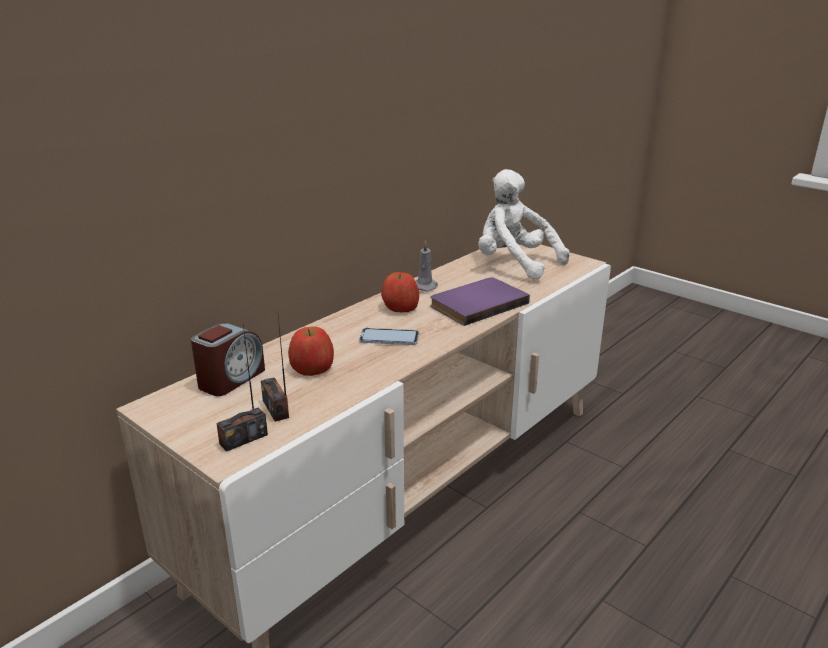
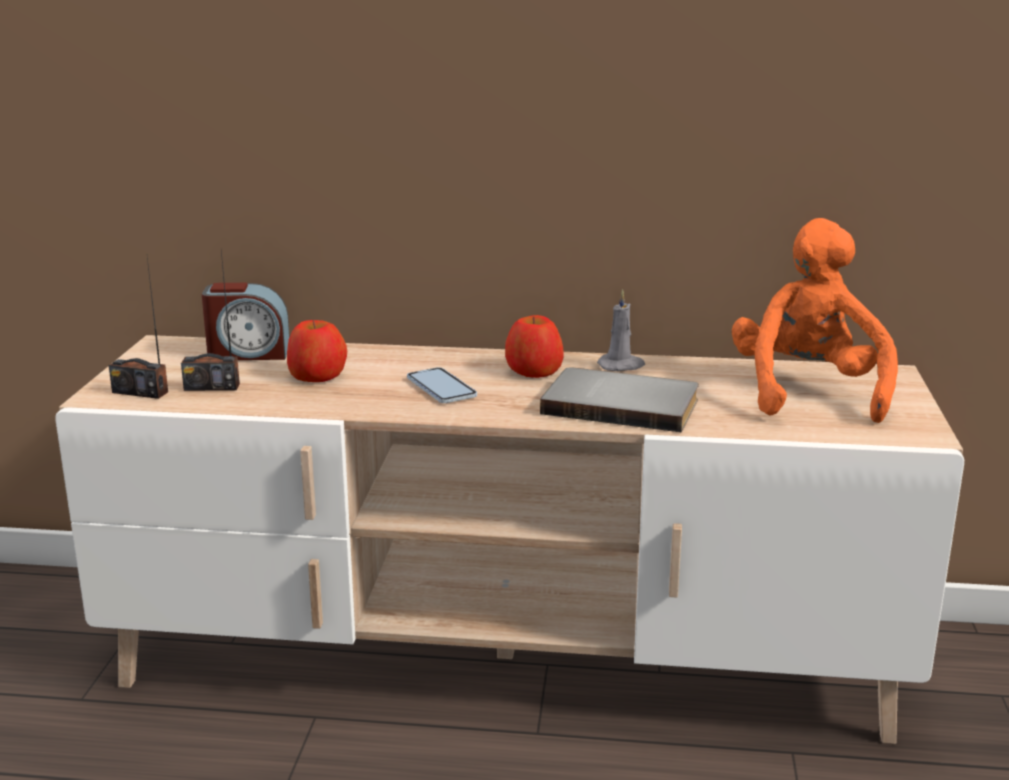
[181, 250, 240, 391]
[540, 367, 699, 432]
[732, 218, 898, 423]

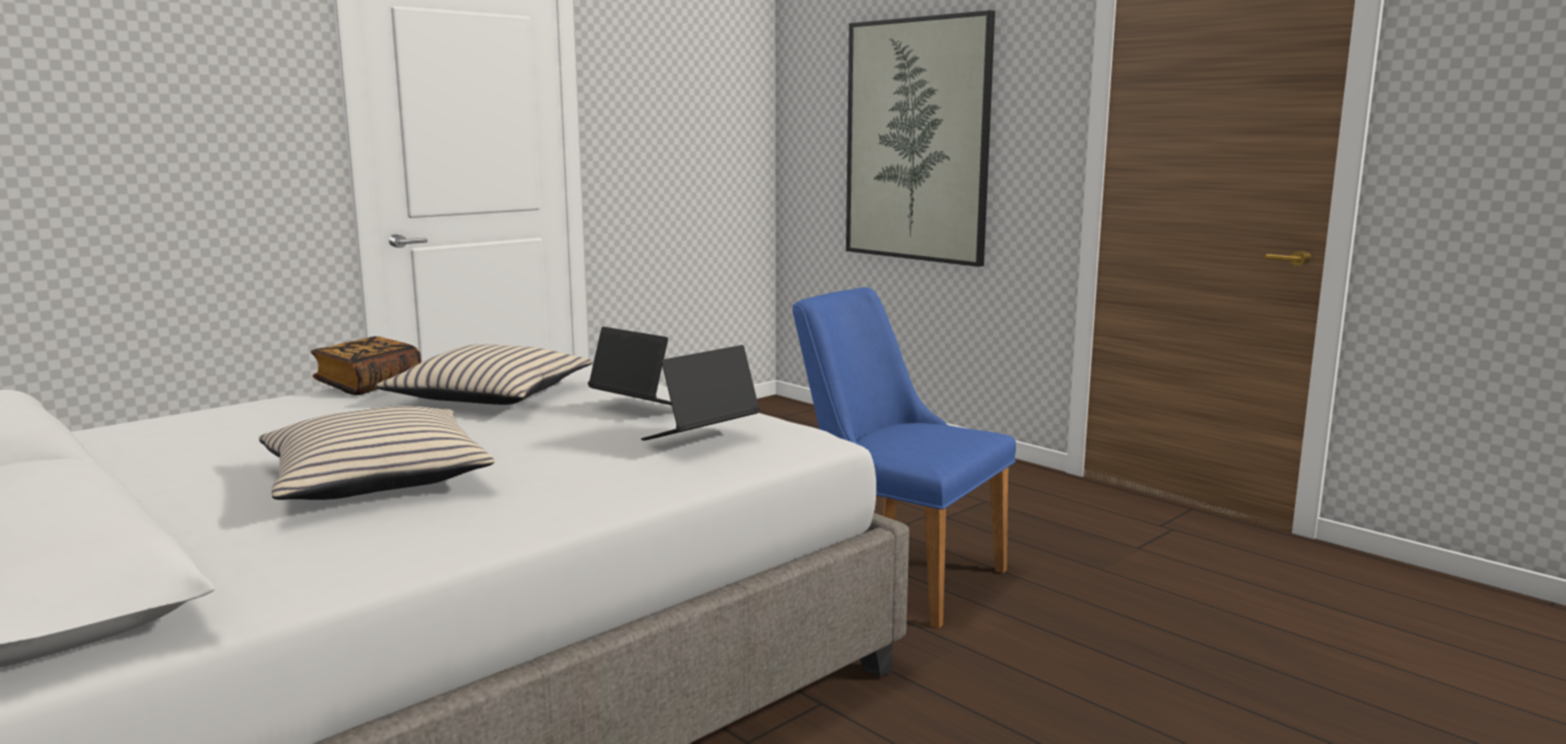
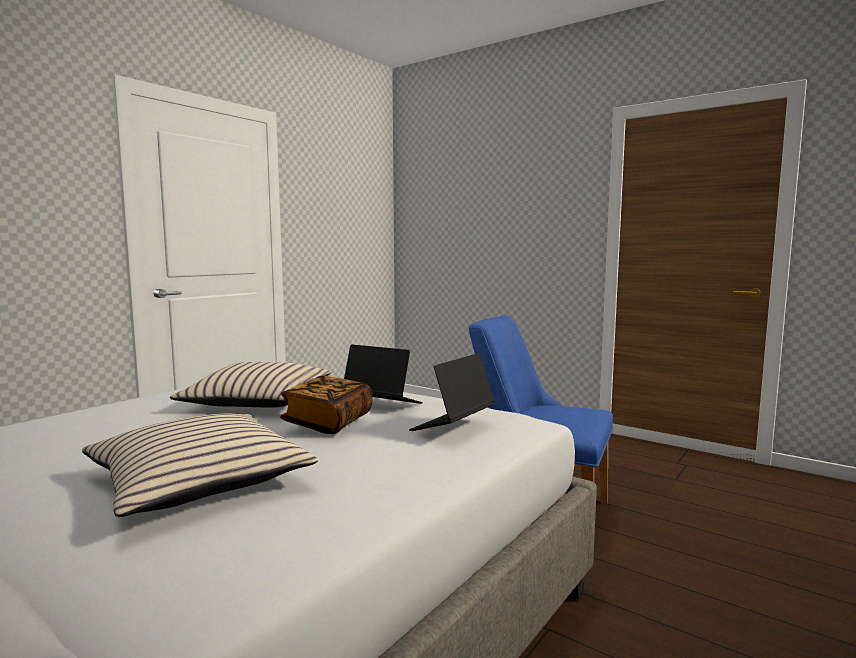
[280, 376, 372, 434]
[846, 10, 995, 267] (first image)

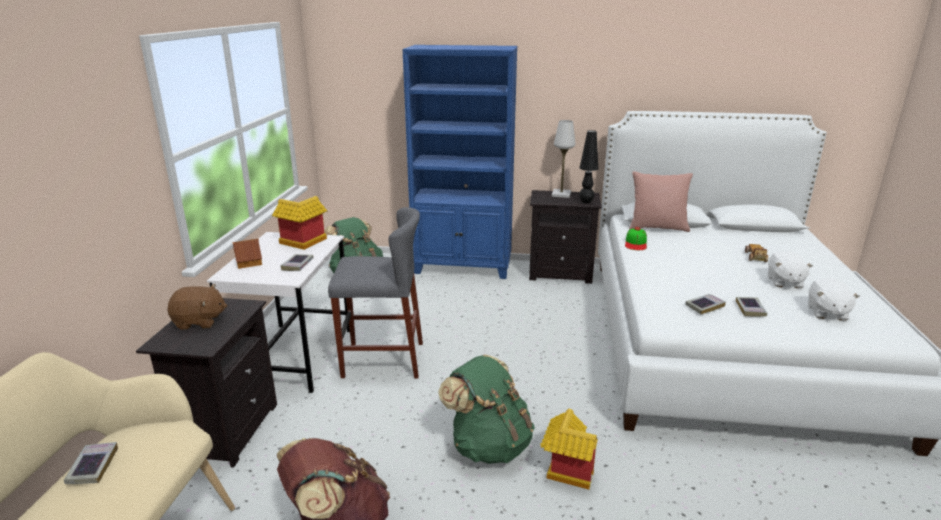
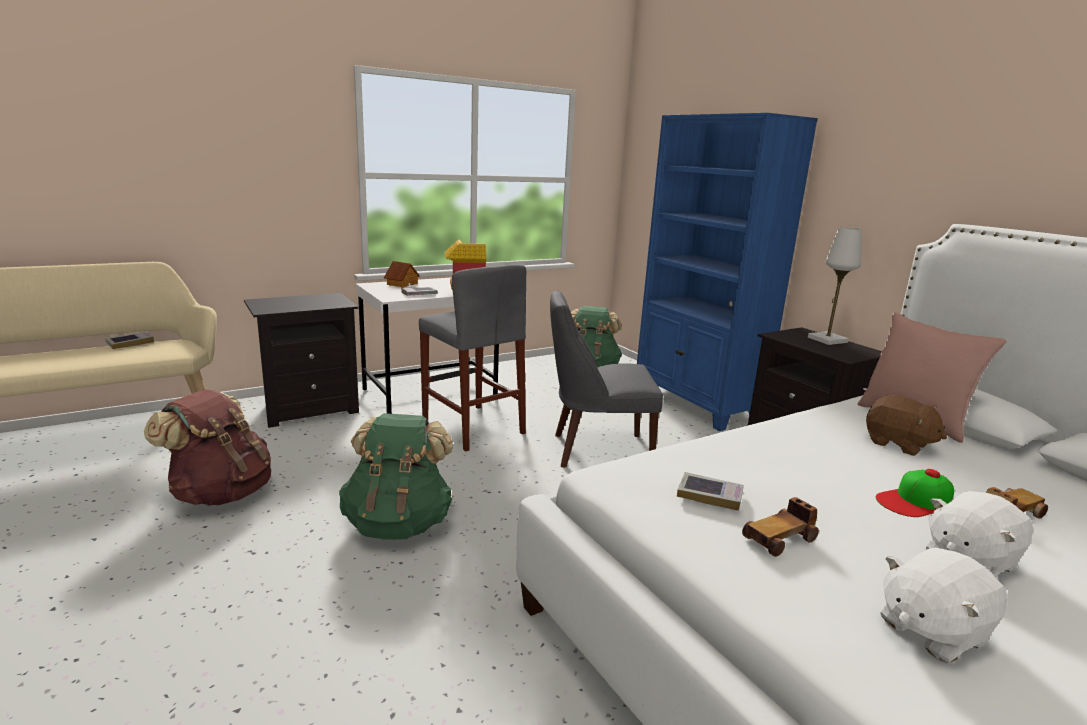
[550, 291, 663, 467]
[742, 497, 819, 557]
[866, 395, 947, 456]
[876, 469, 954, 517]
[541, 409, 598, 490] (first image)
[579, 130, 598, 204] (first image)

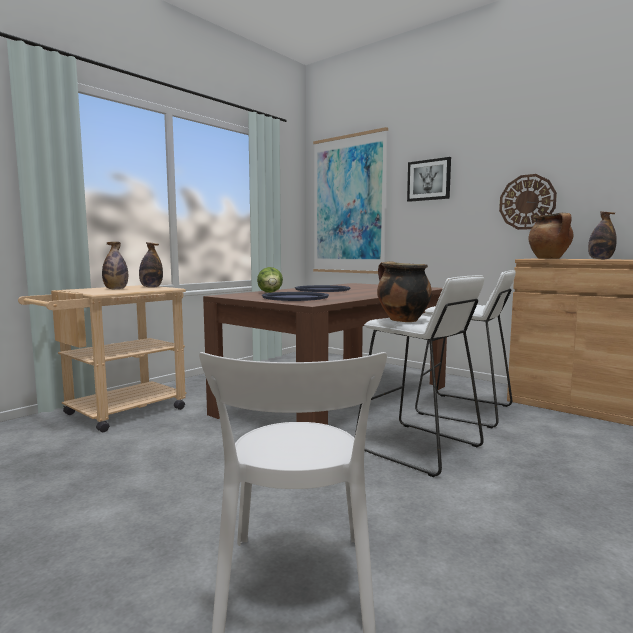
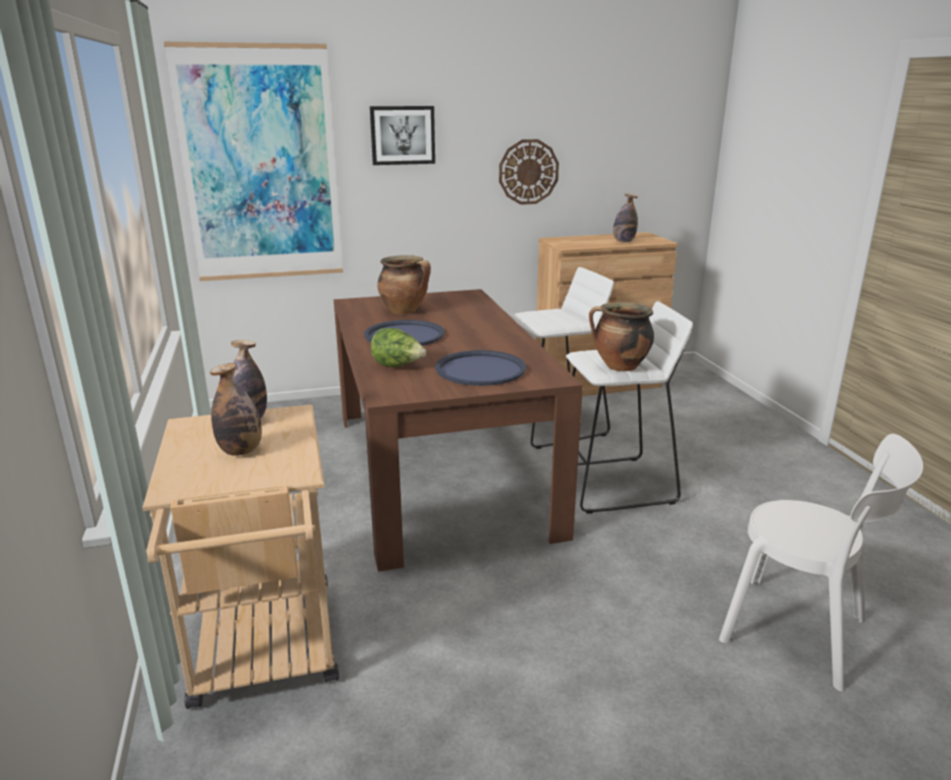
[377, 255, 431, 314]

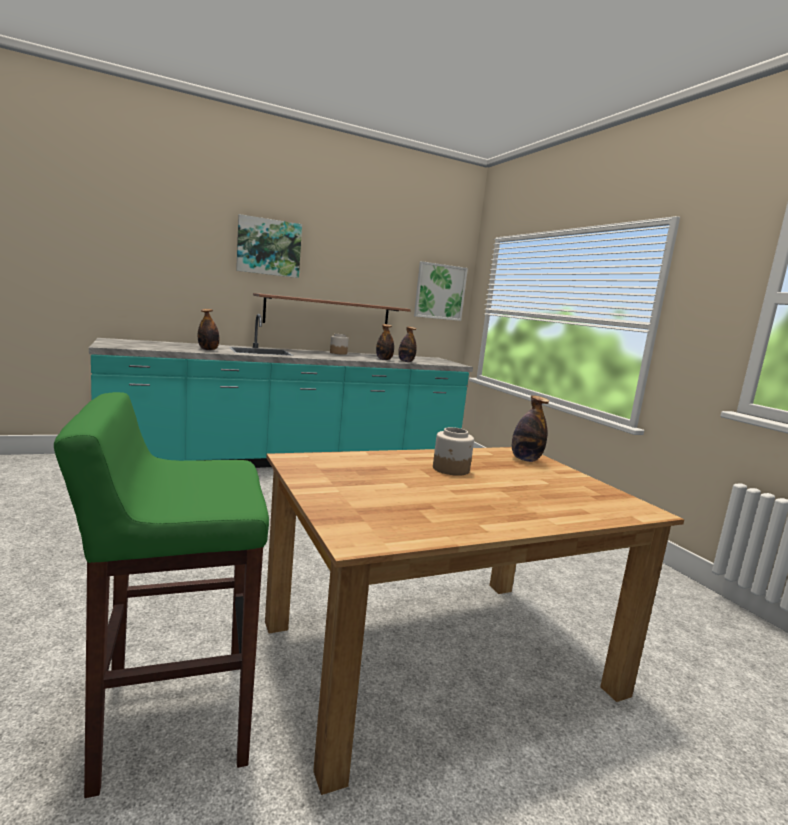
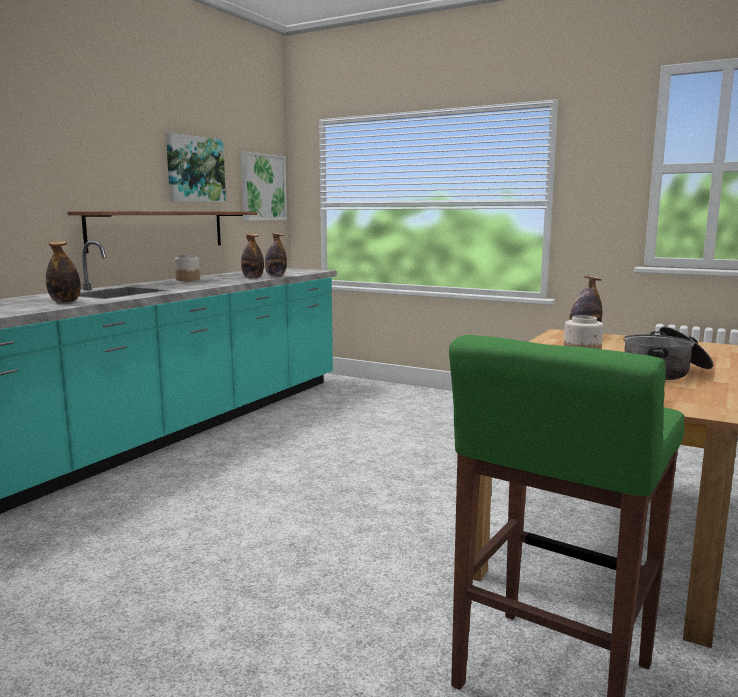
[166, 132, 226, 202]
[623, 327, 714, 380]

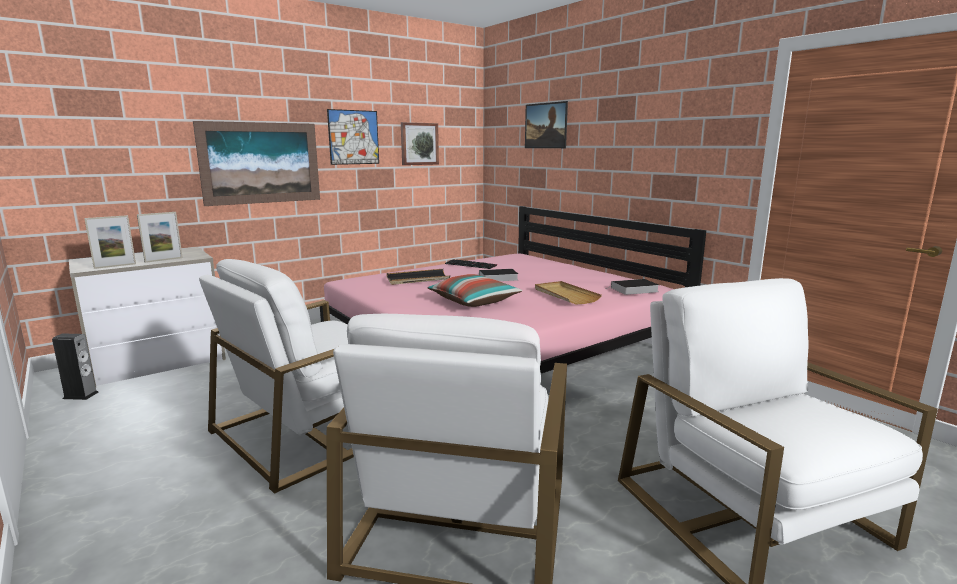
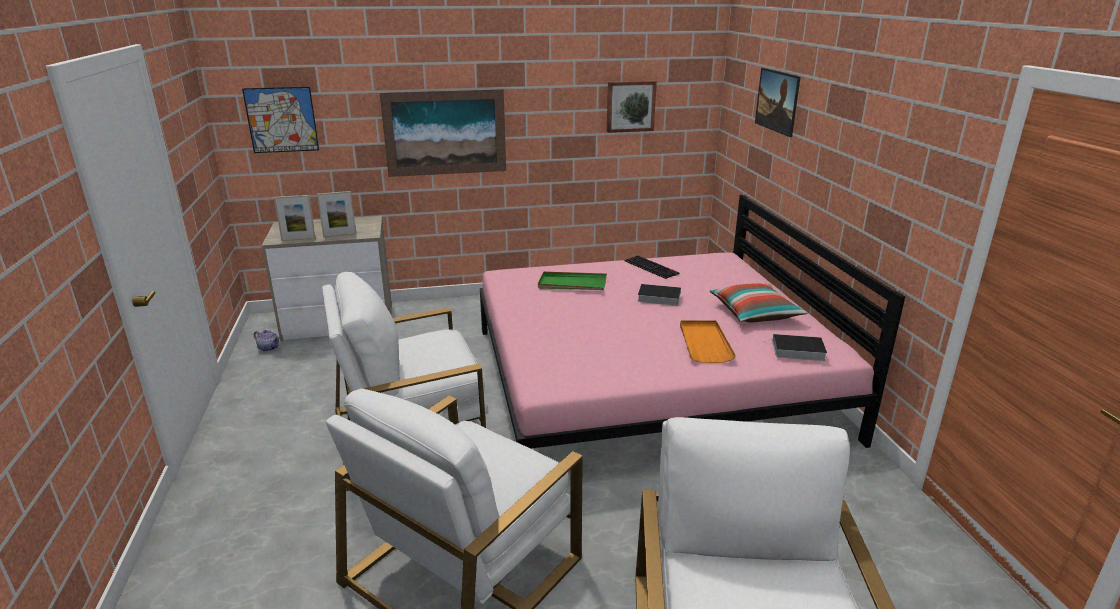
[242, 87, 319, 153]
[254, 330, 279, 352]
[538, 272, 607, 290]
[680, 320, 736, 363]
[710, 283, 808, 322]

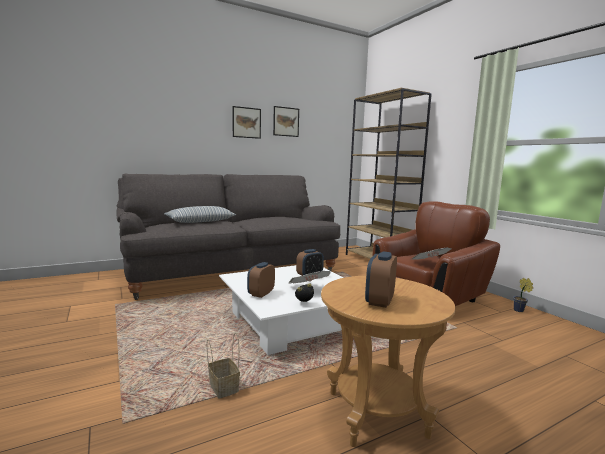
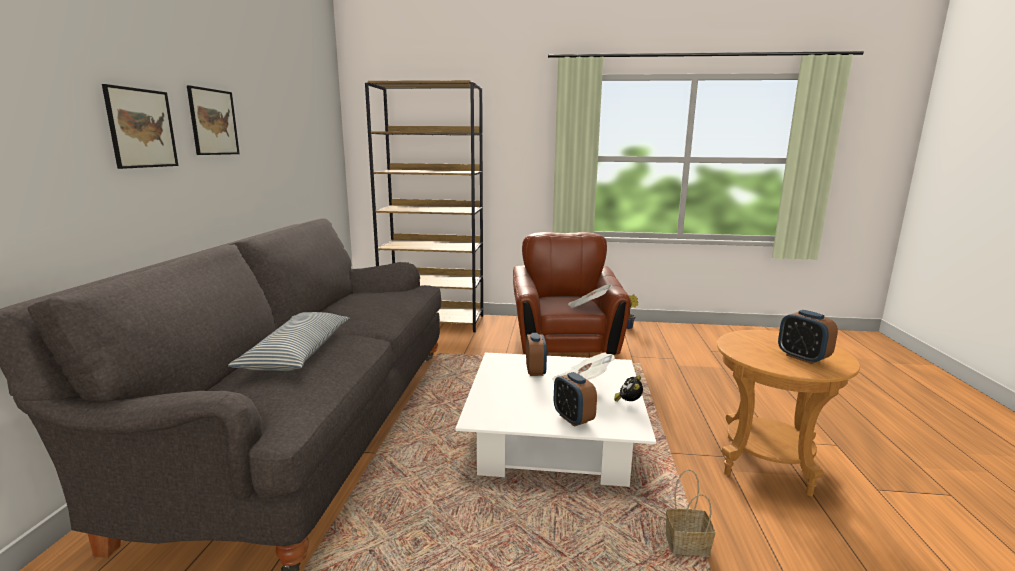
[102, 84, 179, 169]

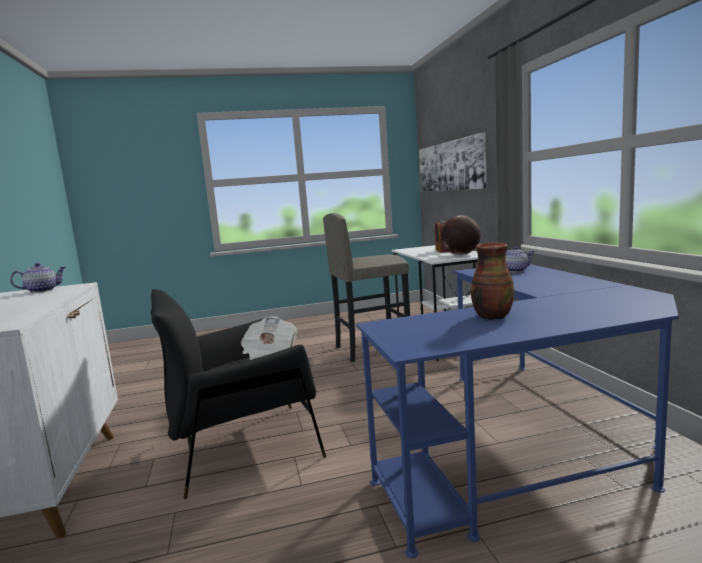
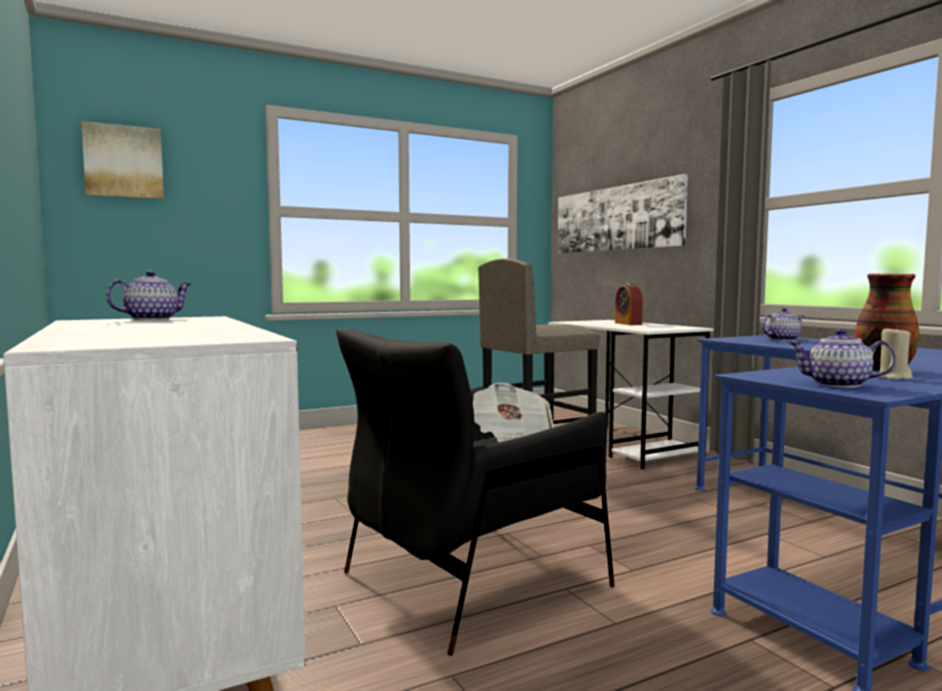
[81, 121, 164, 199]
[788, 329, 896, 388]
[878, 326, 913, 380]
[441, 215, 481, 255] (first image)

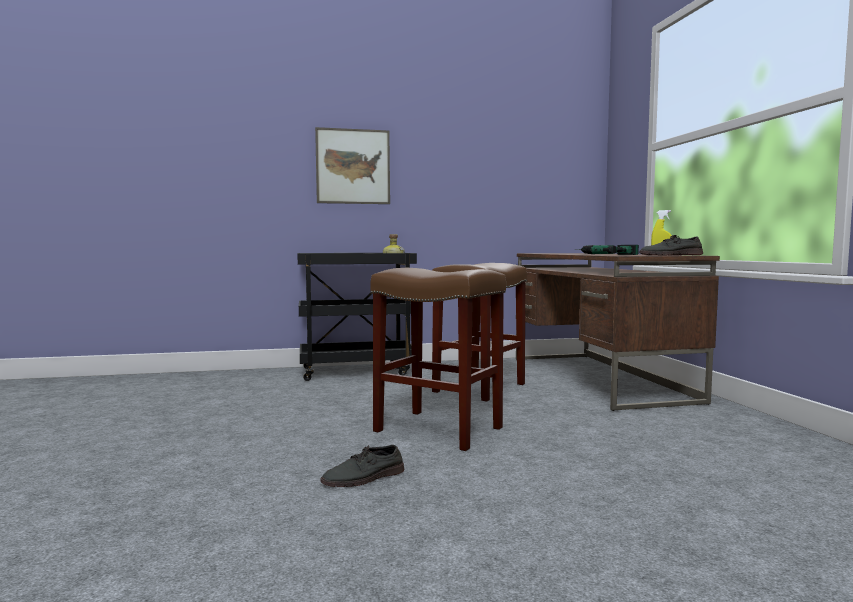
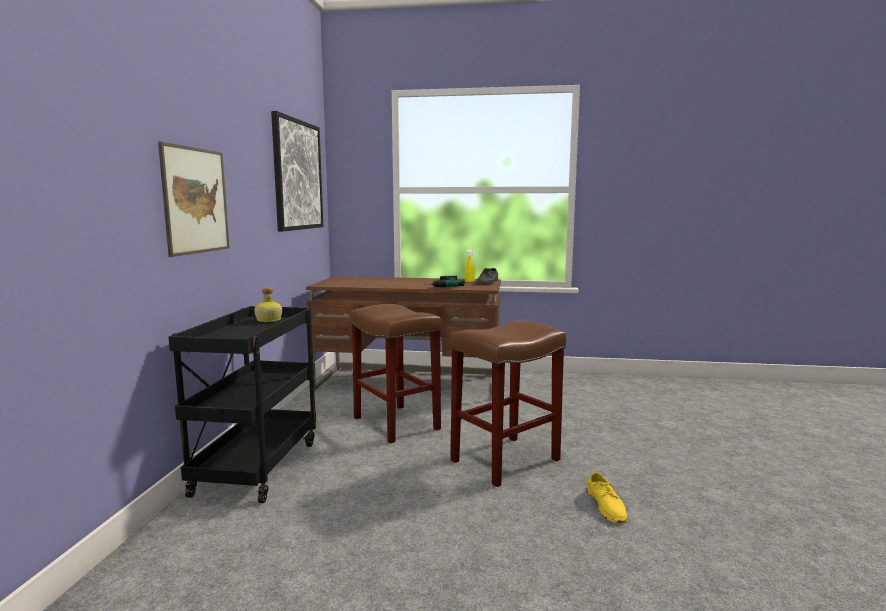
[271, 111, 323, 232]
[587, 472, 627, 523]

